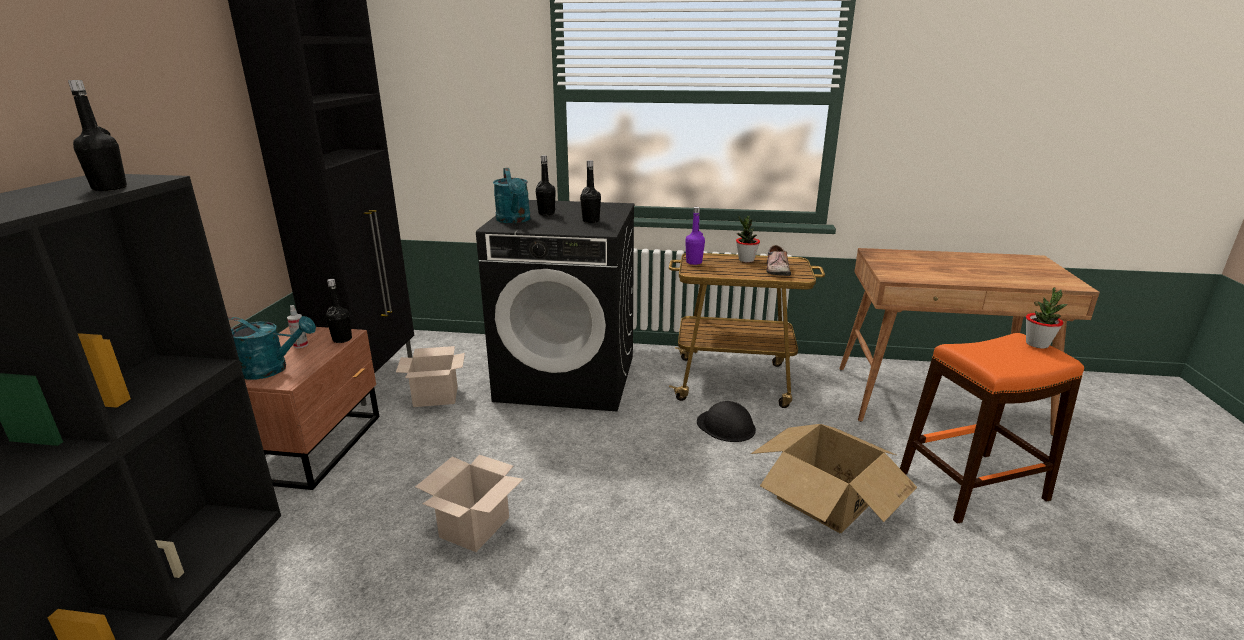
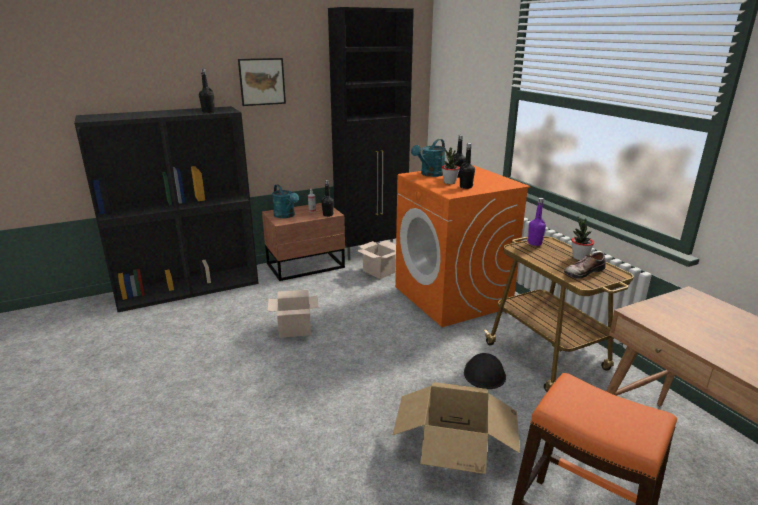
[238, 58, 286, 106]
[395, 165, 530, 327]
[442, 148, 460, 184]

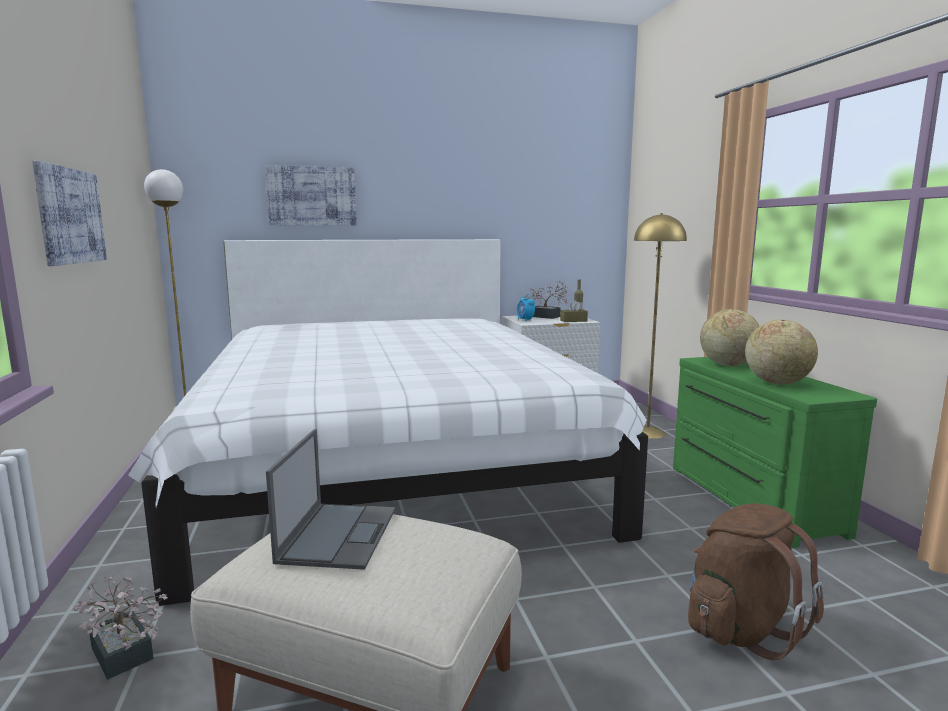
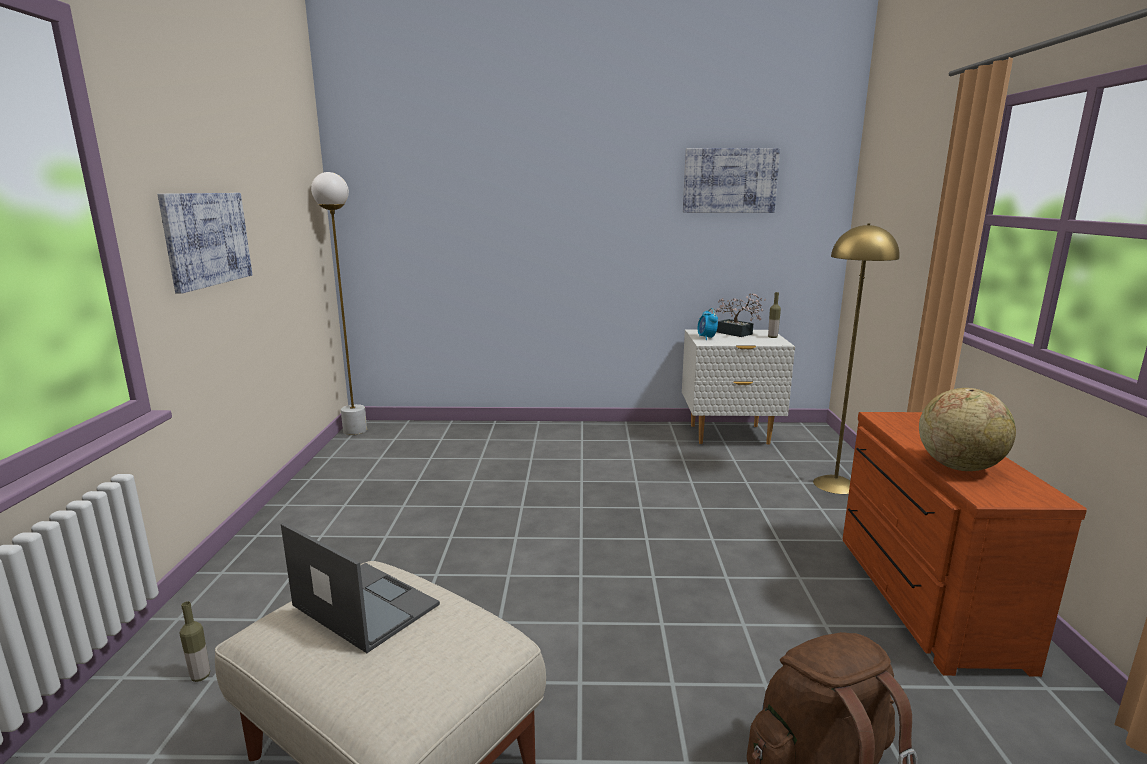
[180, 601, 210, 682]
[281, 523, 440, 653]
[683, 148, 780, 213]
[842, 412, 1087, 677]
[128, 239, 648, 606] (first image)
[560, 300, 588, 322] (first image)
[700, 309, 759, 366] (first image)

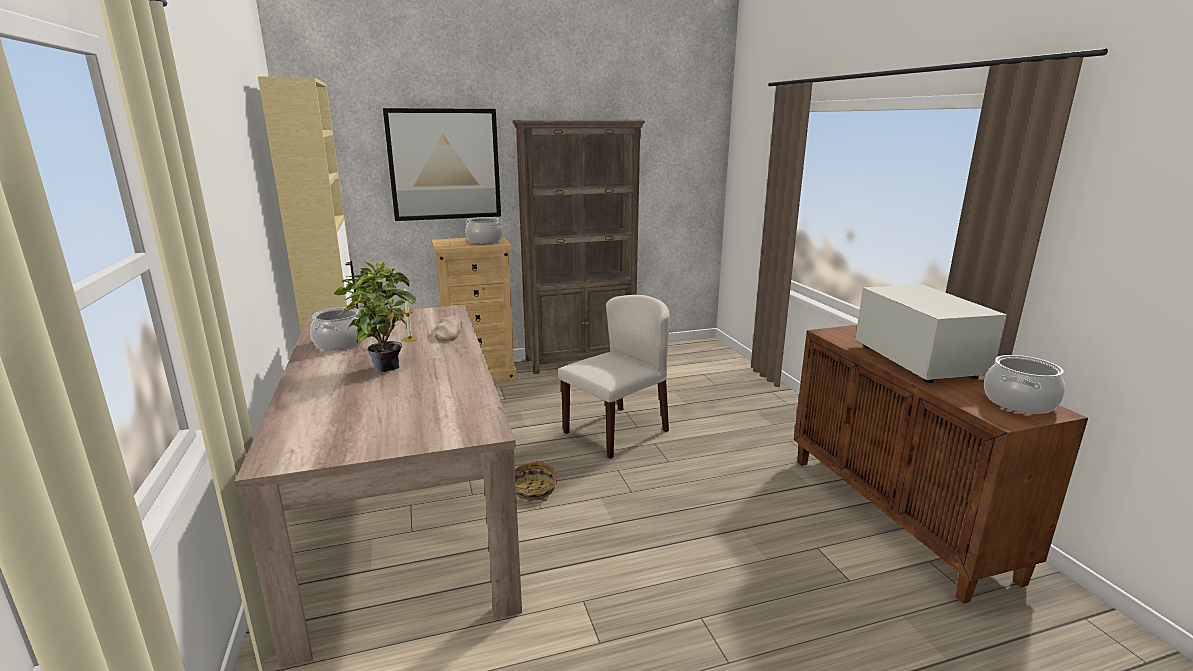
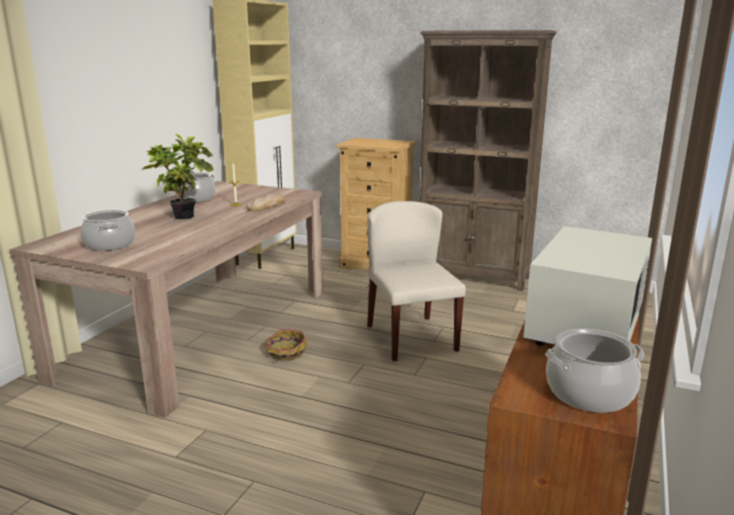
[81, 210, 135, 251]
[367, 201, 466, 361]
[383, 108, 501, 221] (first image)

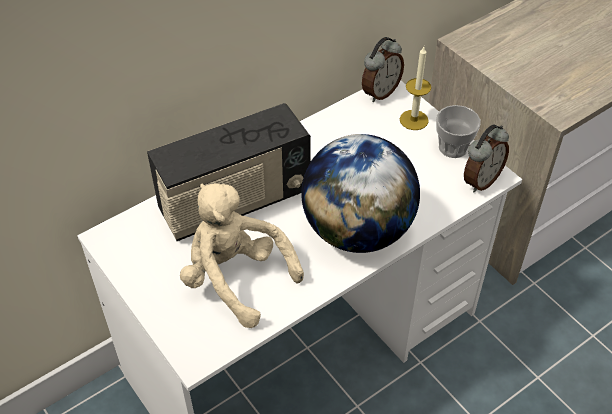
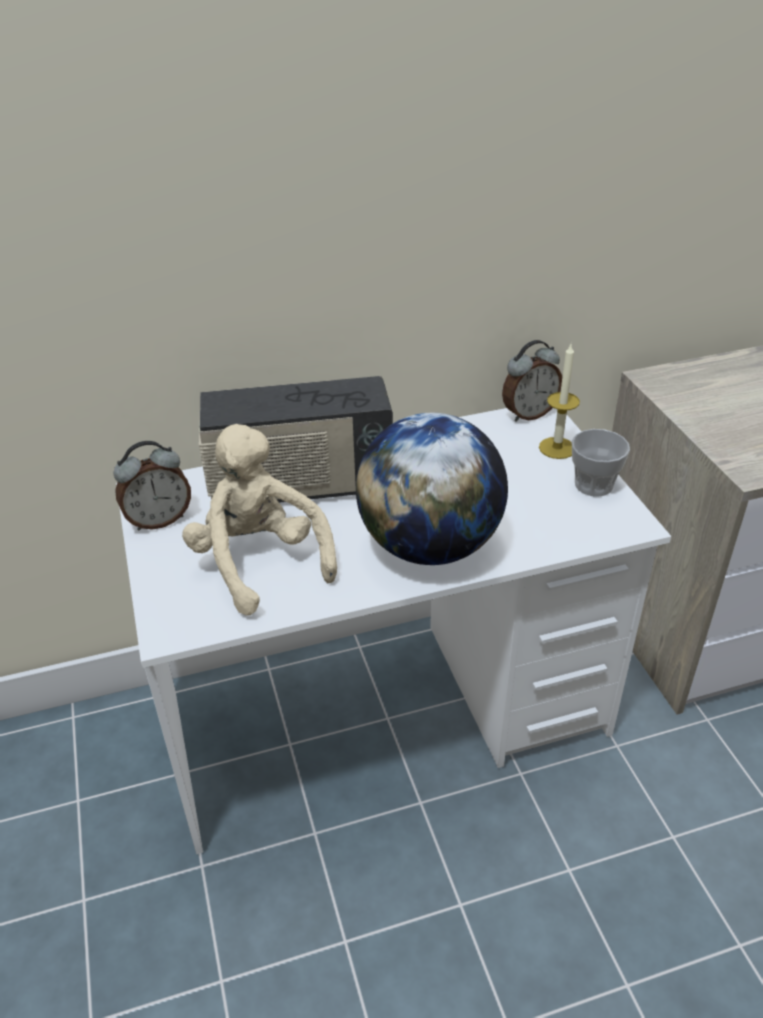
[114, 441, 191, 531]

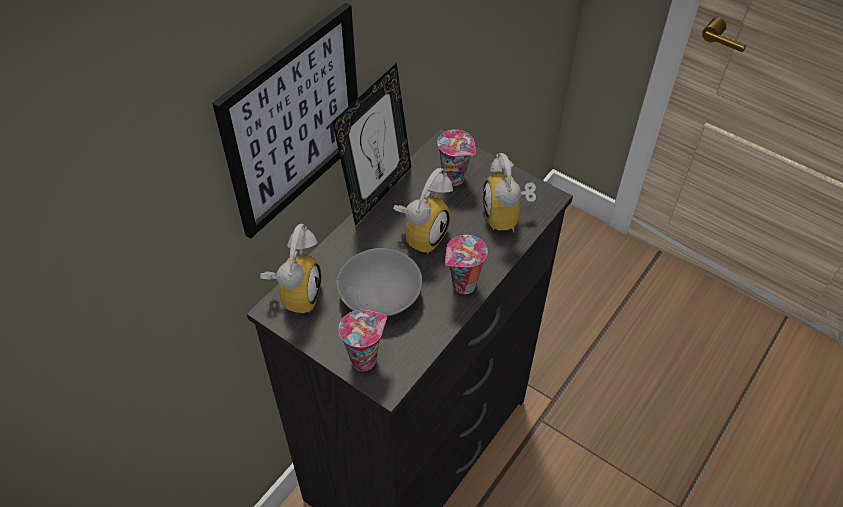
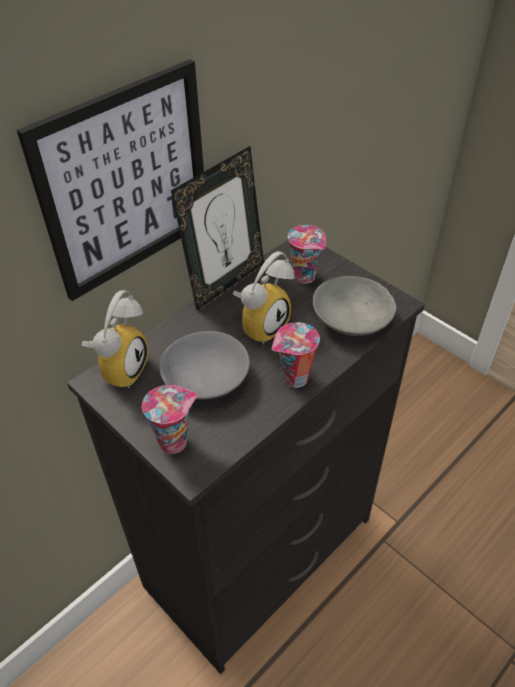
[313, 276, 397, 336]

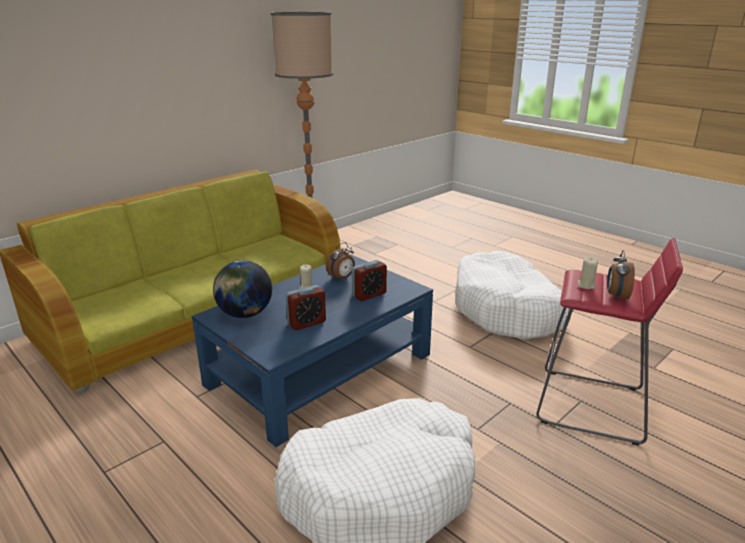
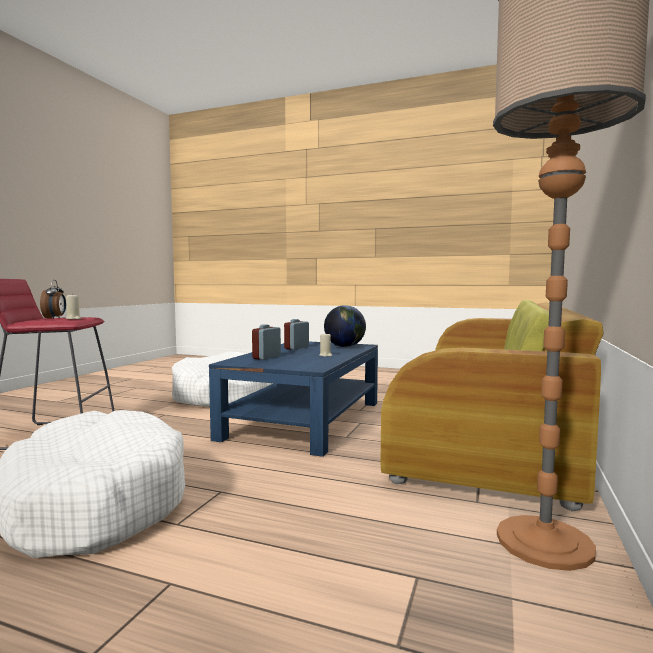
[326, 242, 355, 281] (first image)

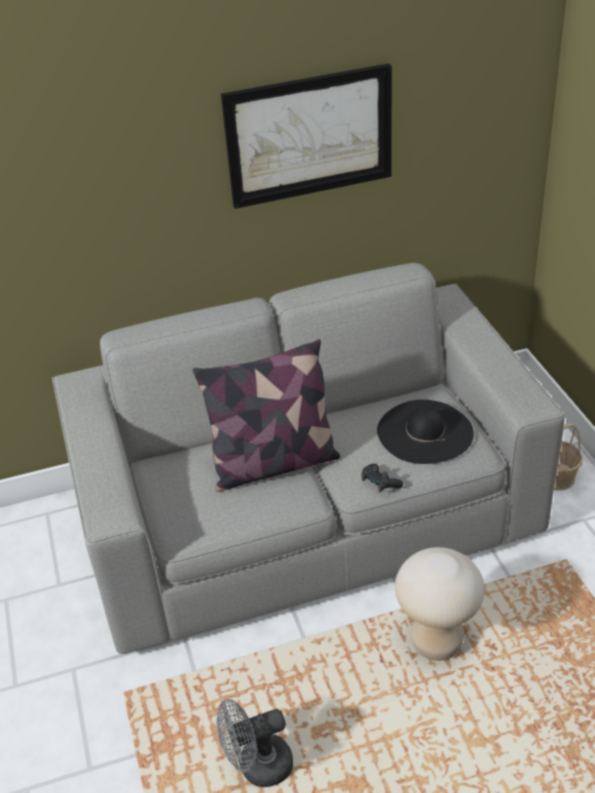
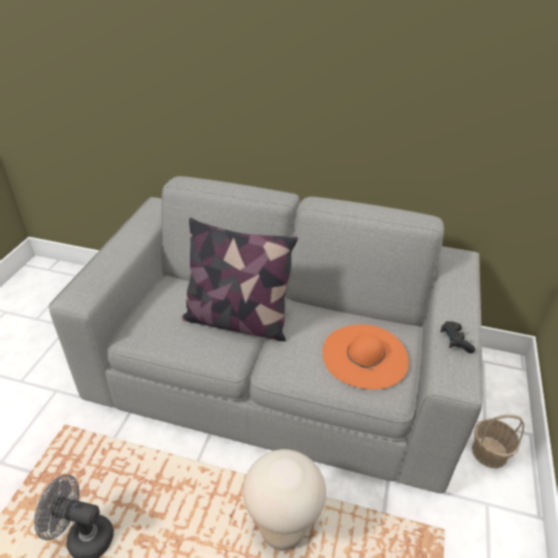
[322, 324, 409, 390]
[440, 321, 475, 353]
[221, 63, 392, 209] (first image)

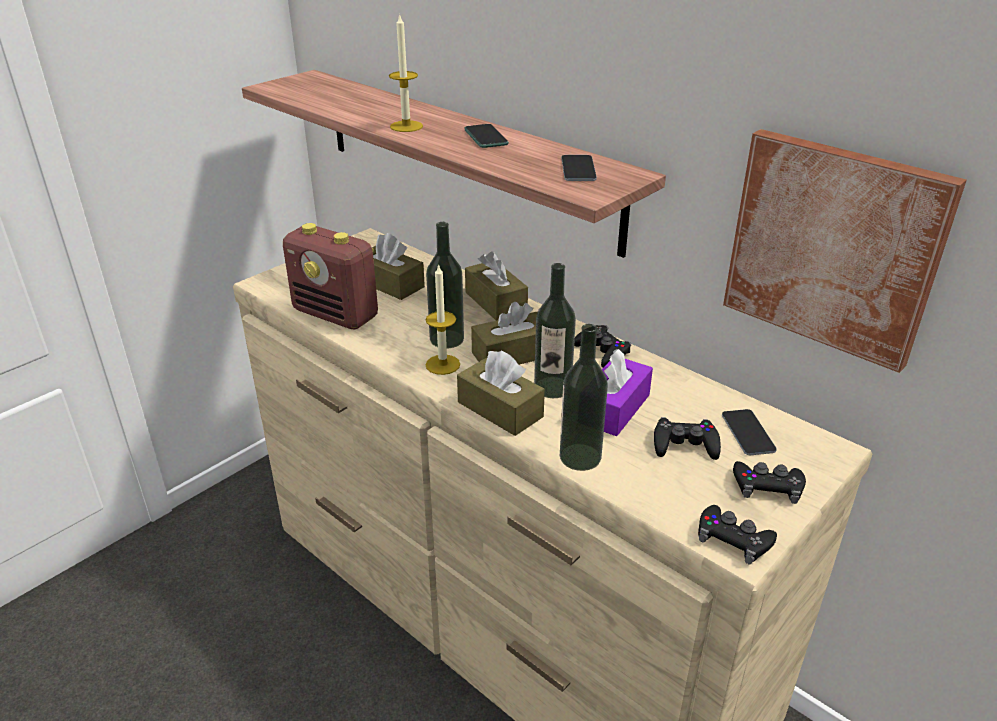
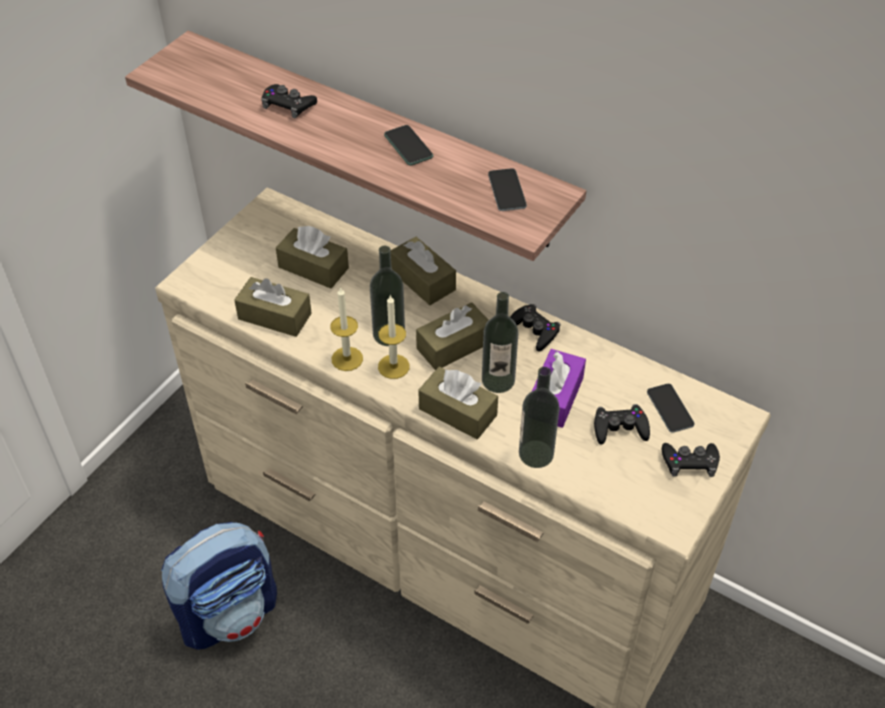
[161, 522, 277, 650]
[234, 277, 312, 337]
[262, 84, 317, 118]
[330, 287, 363, 371]
[723, 129, 967, 373] (first image)

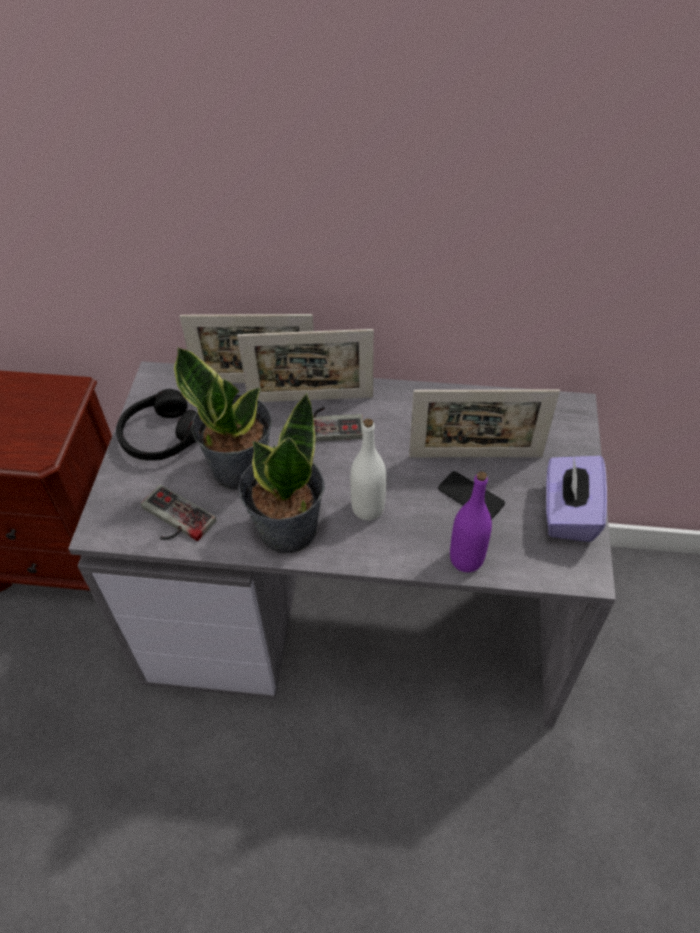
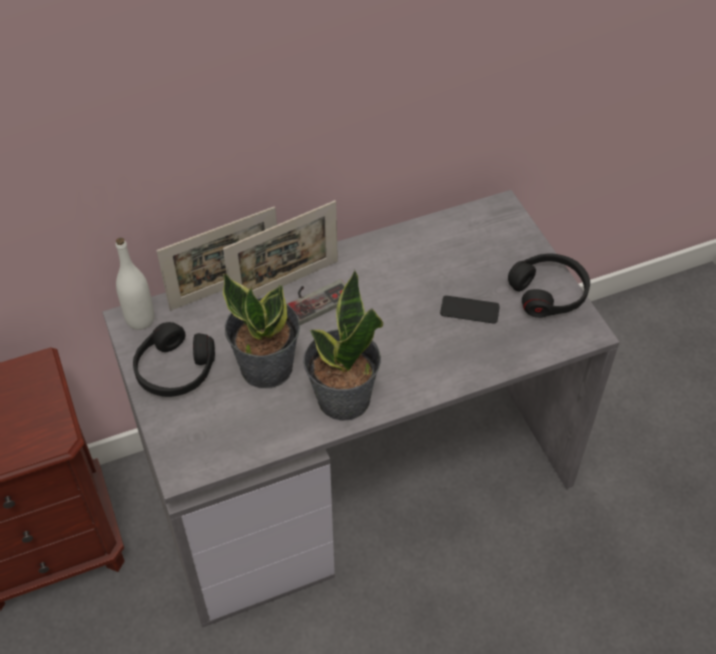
[116, 238, 154, 330]
[508, 253, 590, 318]
[141, 485, 217, 541] (first image)
[409, 389, 560, 457] (first image)
[450, 472, 492, 572] (first image)

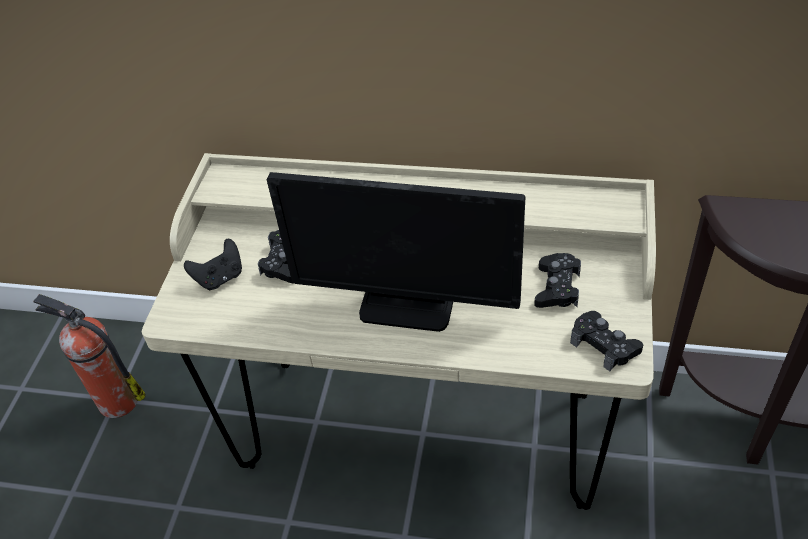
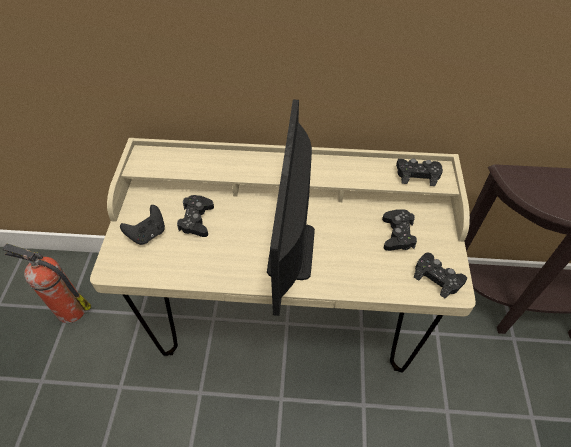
[267, 99, 315, 316]
[396, 159, 443, 186]

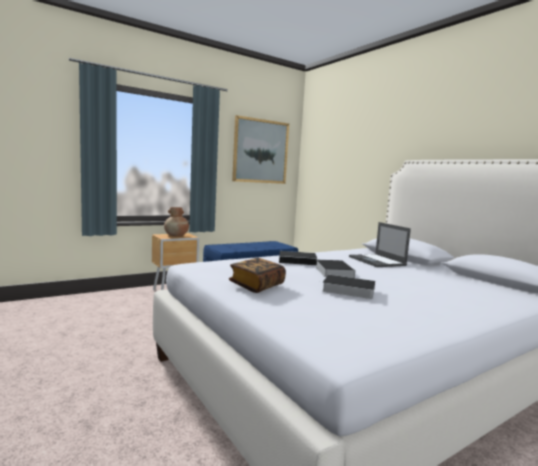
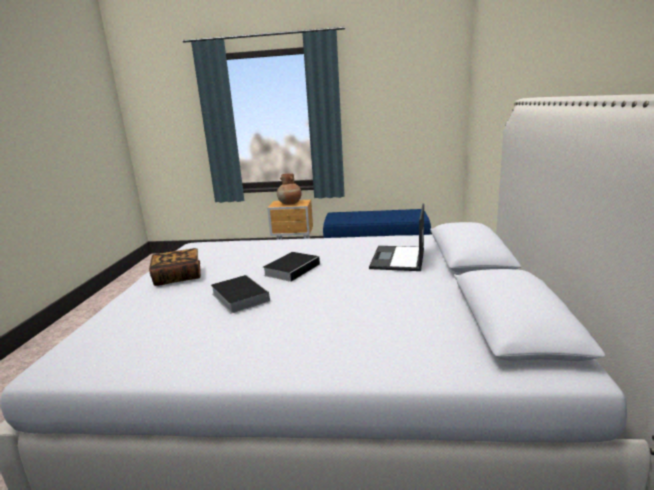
[232, 115, 289, 184] (first image)
[279, 251, 317, 265] (first image)

